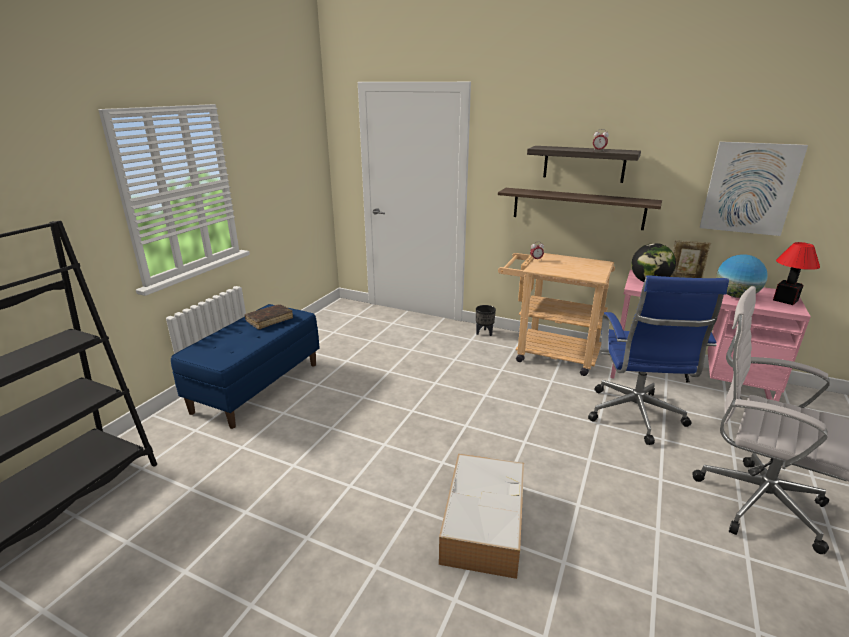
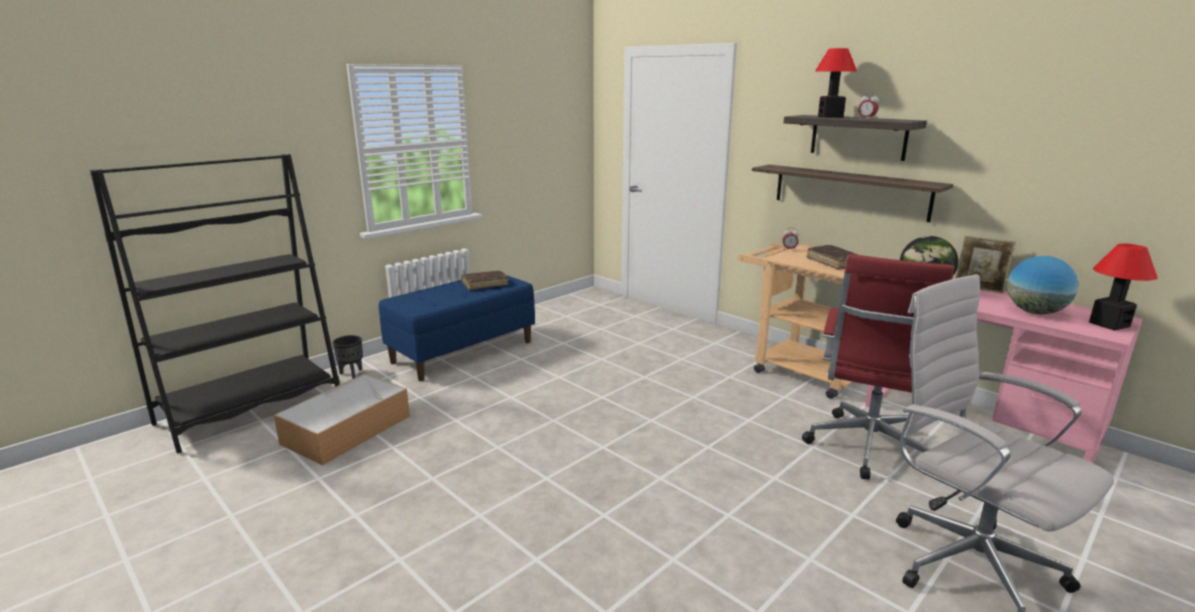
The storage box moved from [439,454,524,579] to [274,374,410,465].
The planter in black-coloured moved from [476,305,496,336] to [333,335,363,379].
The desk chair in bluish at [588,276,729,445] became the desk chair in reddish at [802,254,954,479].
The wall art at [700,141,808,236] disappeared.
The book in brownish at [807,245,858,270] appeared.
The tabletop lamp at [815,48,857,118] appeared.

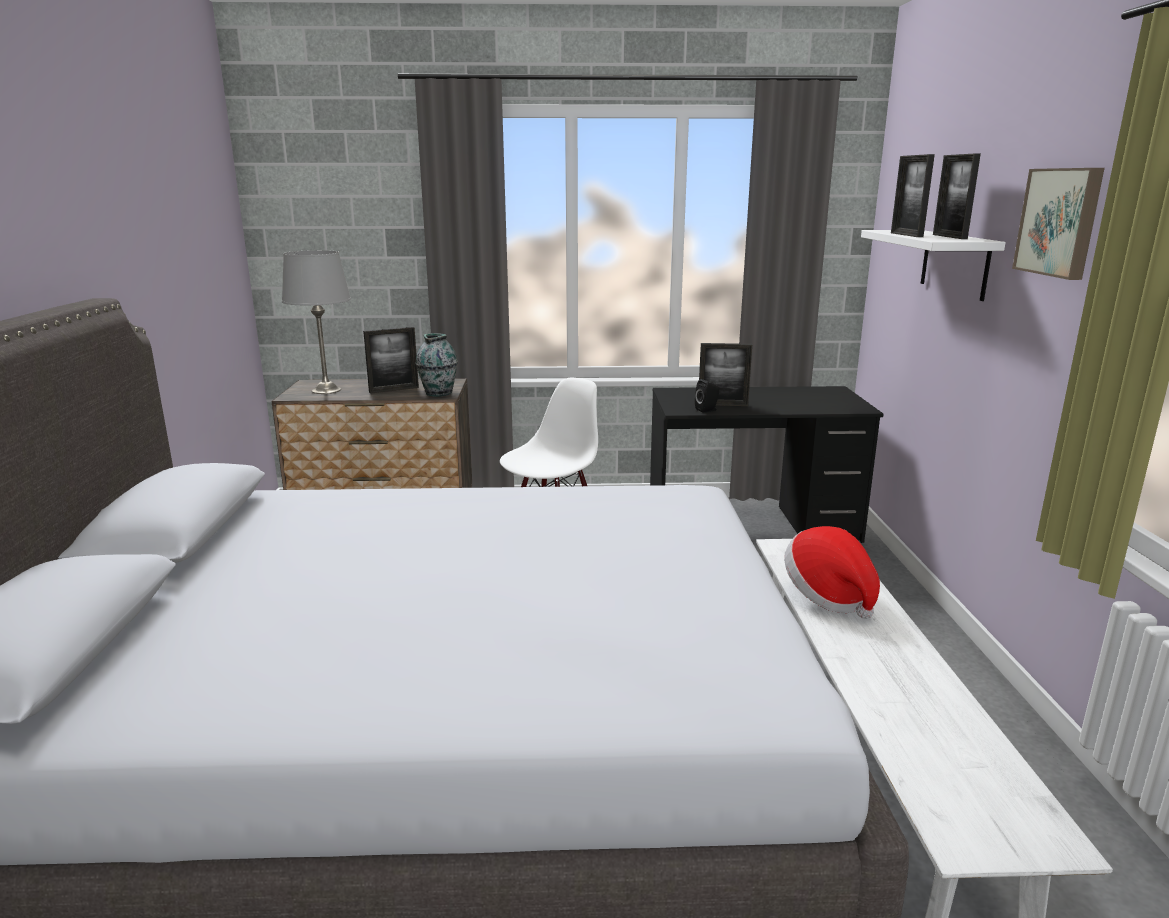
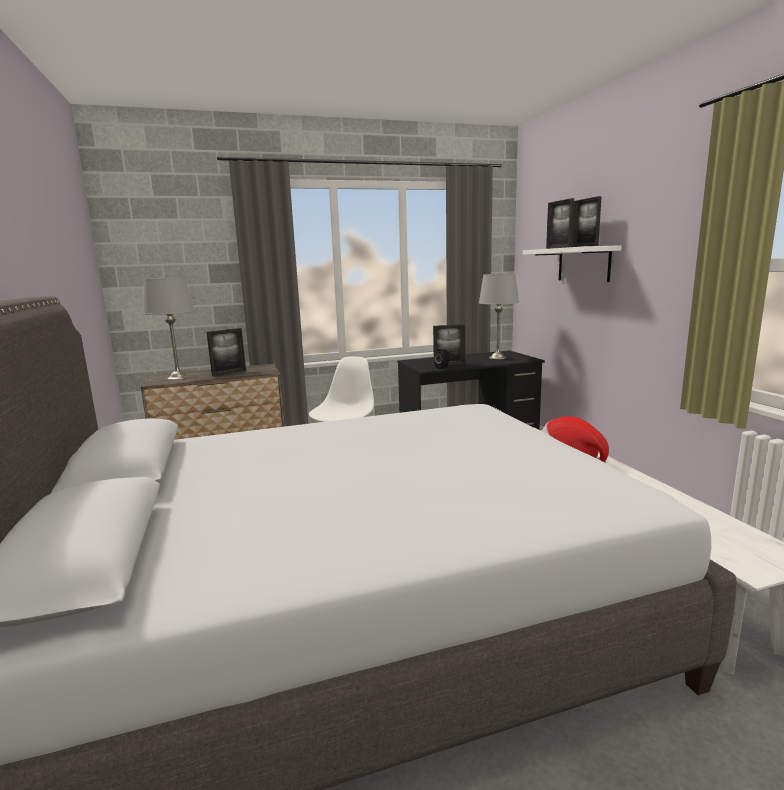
The vase at [415,333,458,397] disappeared.
The wall art at [1012,168,1105,280] disappeared.
The tabletop lamp in gray at [479,274,519,359] appeared.

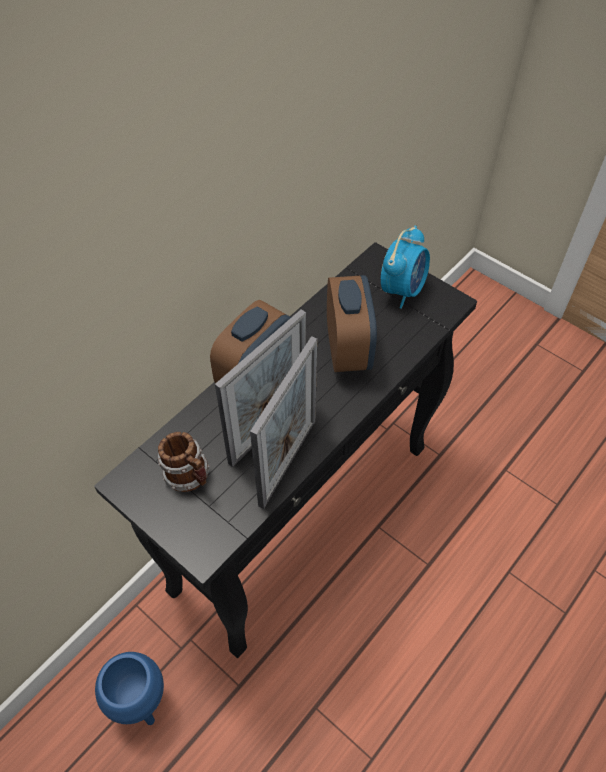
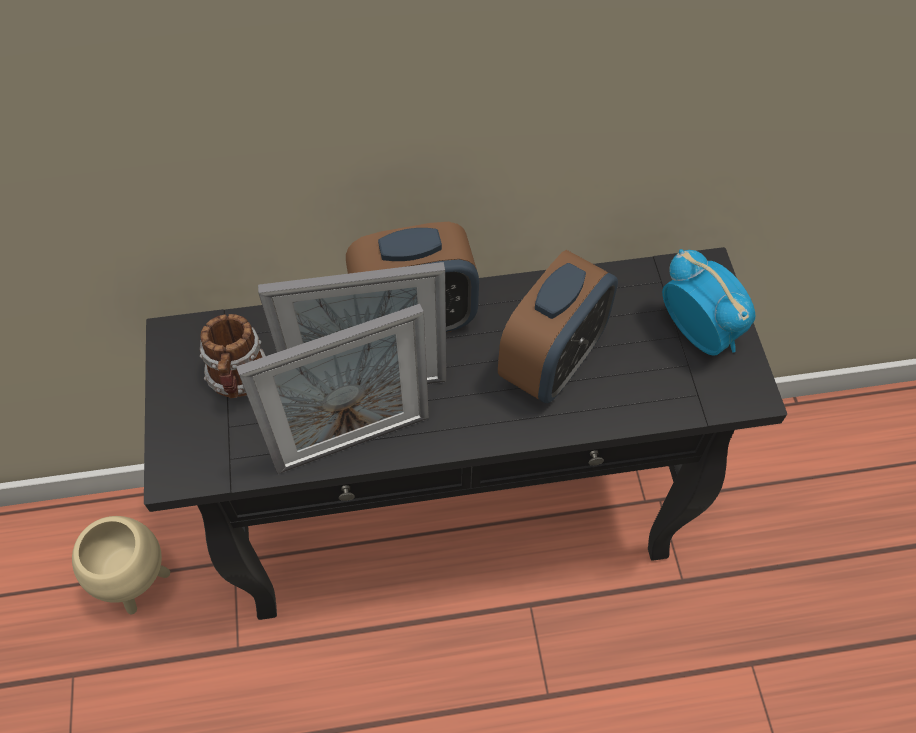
The planter in bluish at [95,652,164,725] became the planter in beige at [72,516,170,614].
The bedside clock at [381,225,430,309] turned 105 degrees counterclockwise.

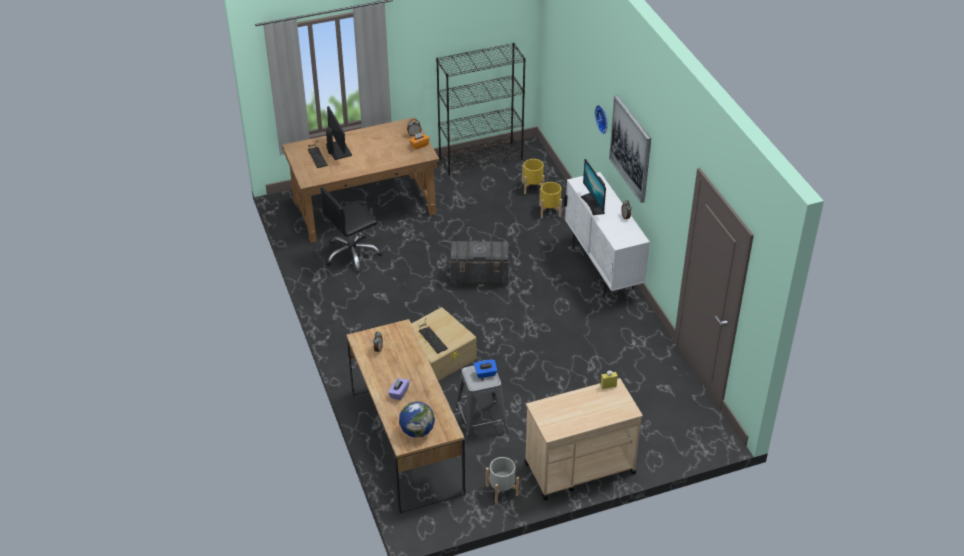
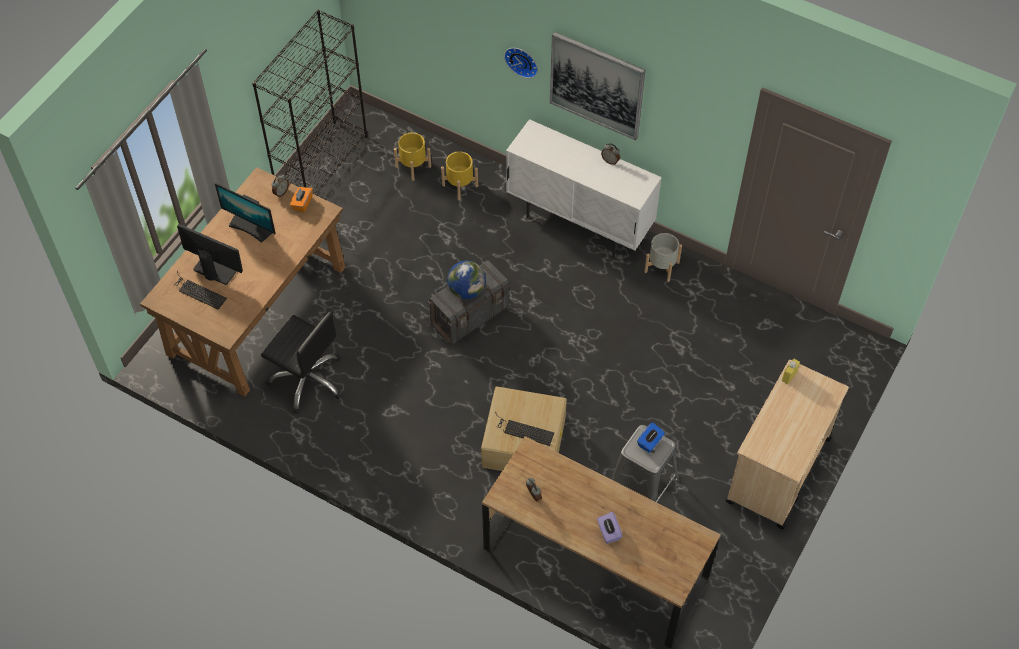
The desk chair in black-coloured at [320,187,382,273] turned 75 degrees counterclockwise.
The desk globe moved from [399,402,435,438] to [447,260,486,299].
The planter in gray moved from [486,457,519,503] to [644,233,682,282].
The computer display moved from [581,159,606,215] to [215,183,276,243].

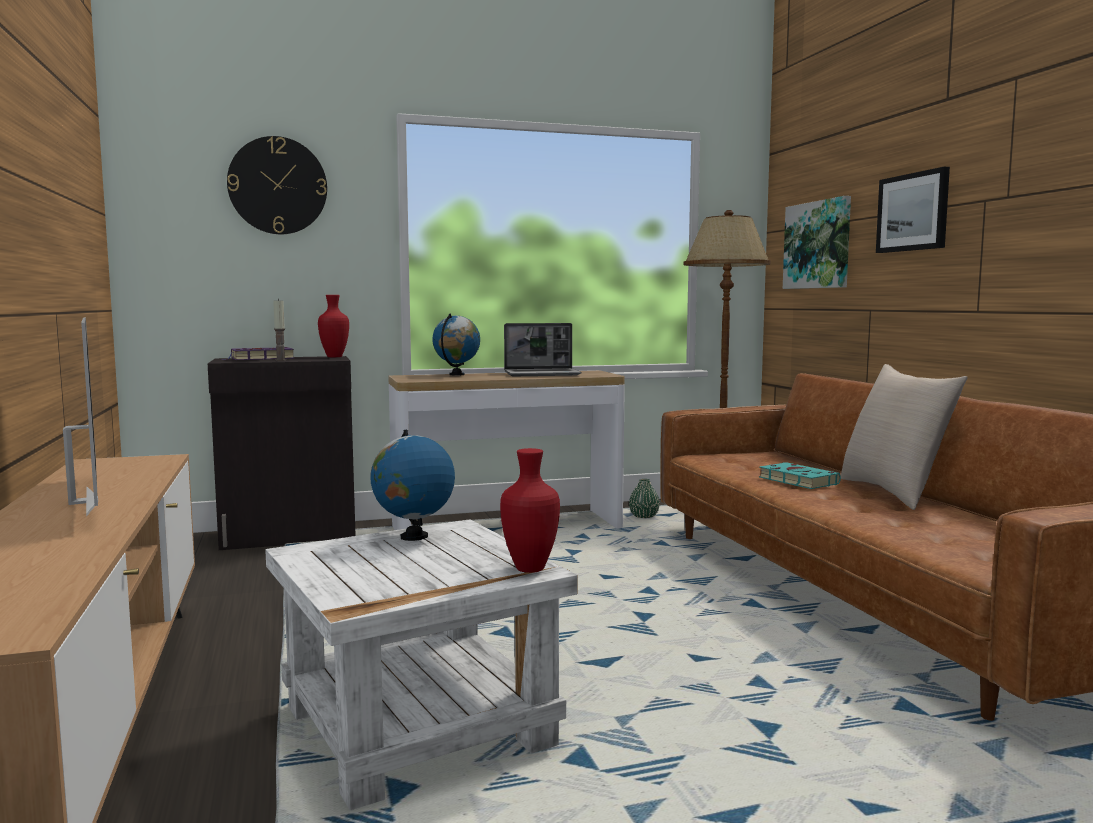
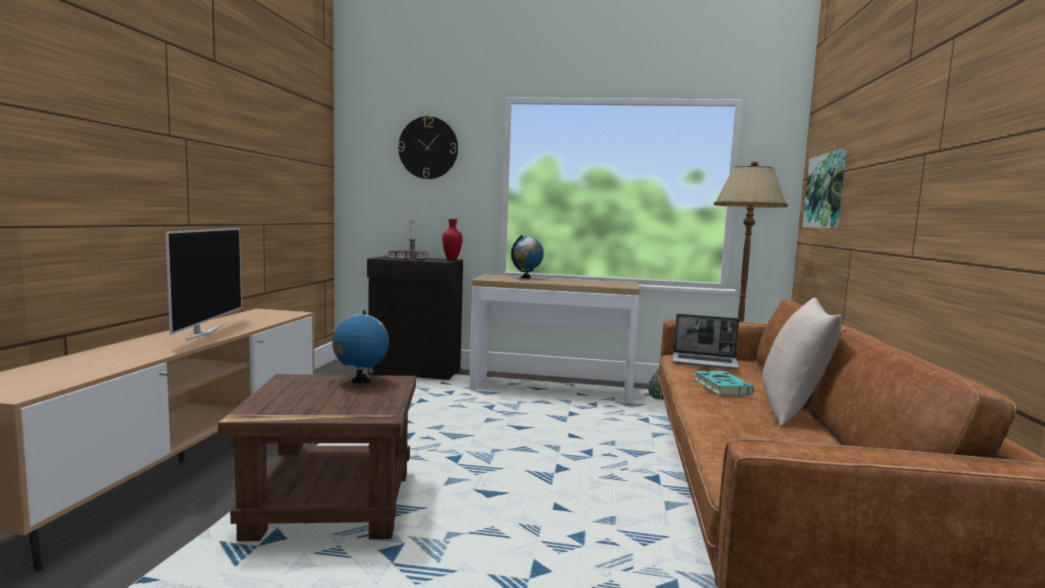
The end table in white-coloured at [265,519,578,810] became the end table in brownish at [218,374,416,541].
The vase in reddish at [500,448,560,573] disappeared.
The laptop moved from [504,323,582,376] to [672,314,739,369].
The wall art at [876,167,950,253] disappeared.

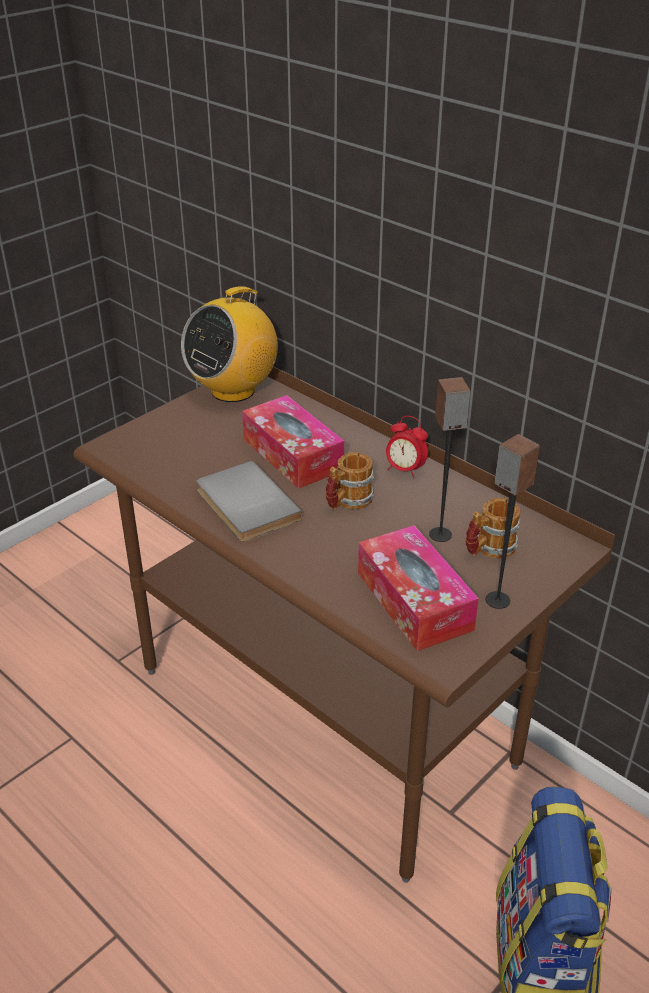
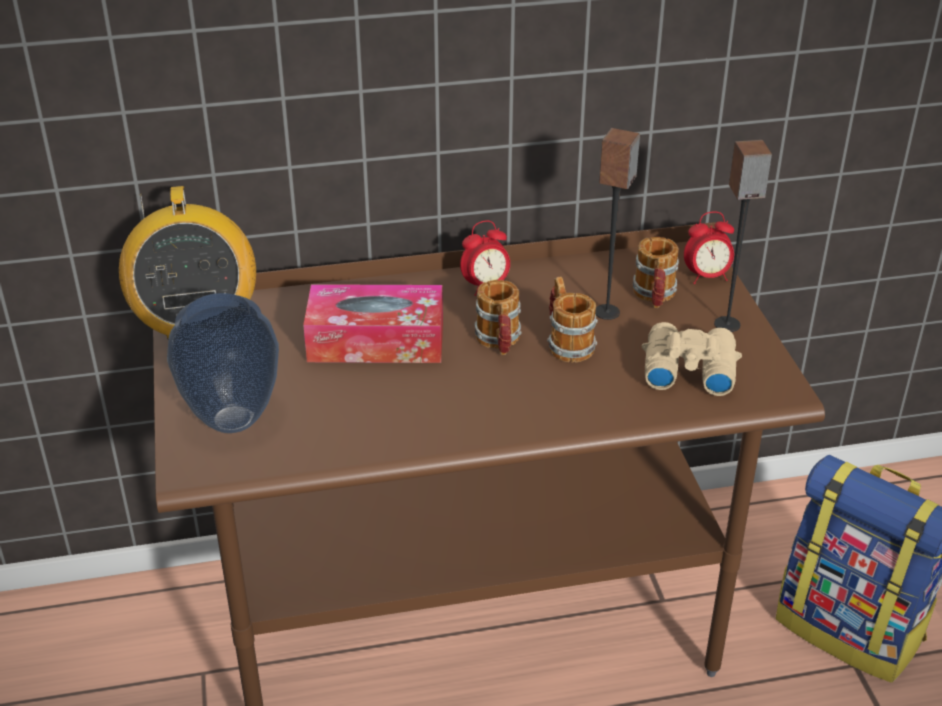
The book in gray at [197,461,302,542] disappeared.
The tissue holder at [358,525,479,651] was replaced by the binoculars in beige at [642,322,742,396].
The vase at [167,293,279,433] appeared.
The tea mug at [547,276,598,363] appeared.
The bedside clock at [684,211,734,284] appeared.

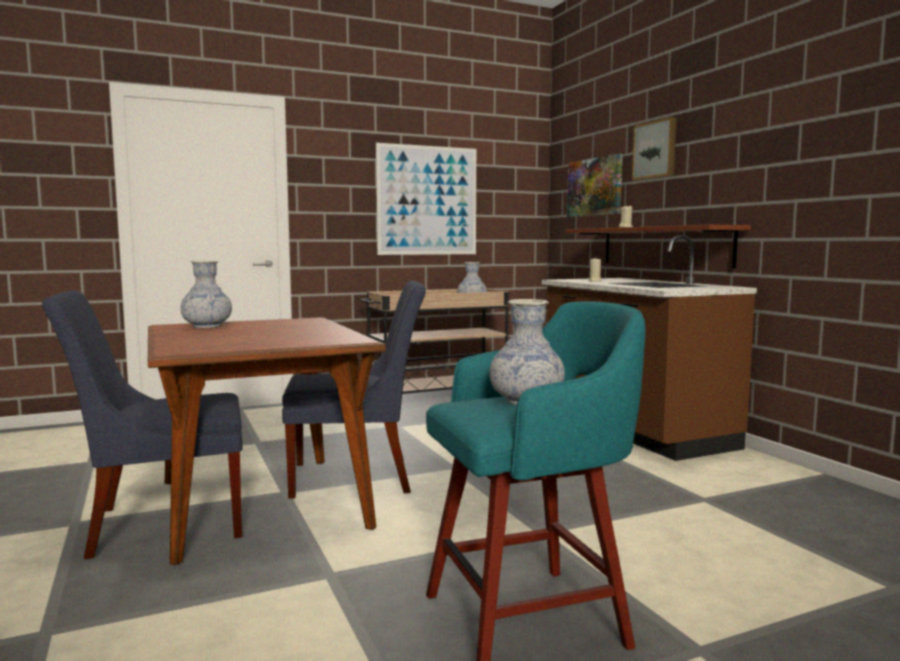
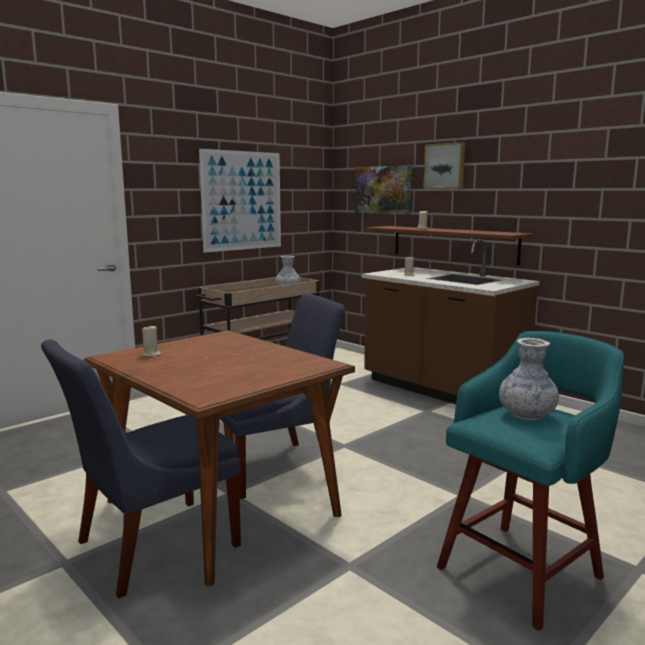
The vase at [181,260,232,328] was replaced by the candle in beige at [142,324,161,357].

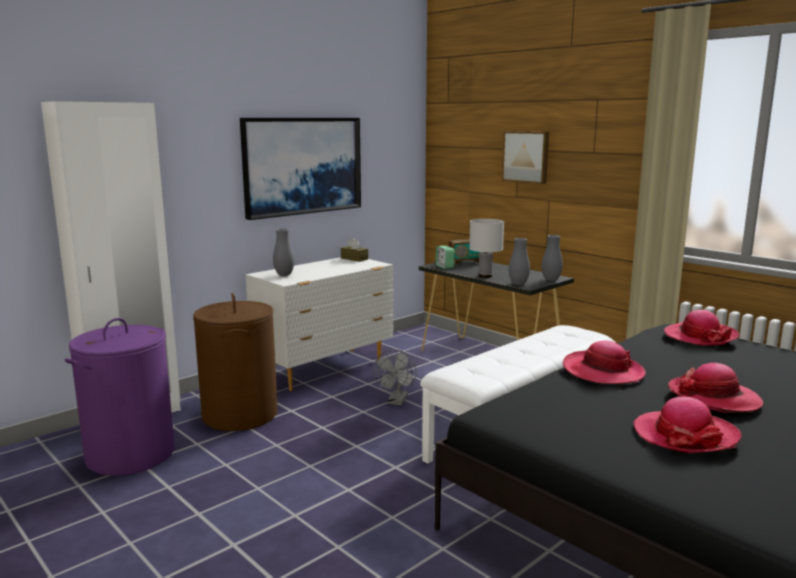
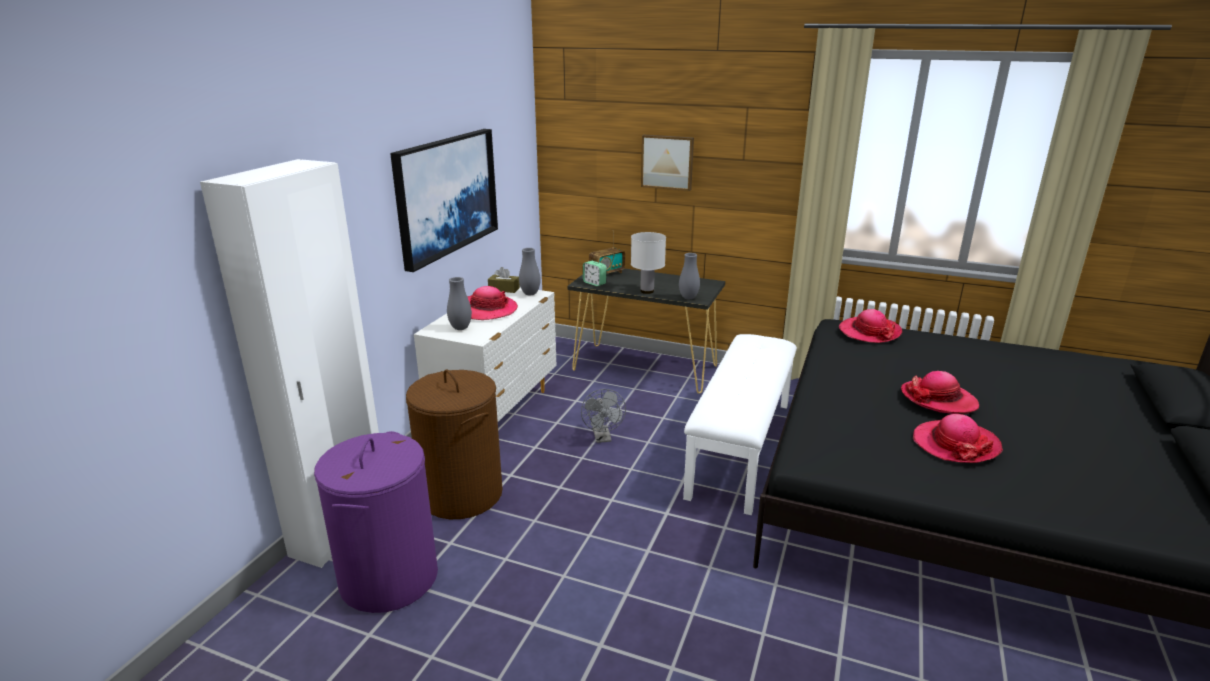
The vase in gray moved from [541,235,563,281] to [519,248,541,295].
The hat moved from [563,341,646,384] to [467,286,518,320].

